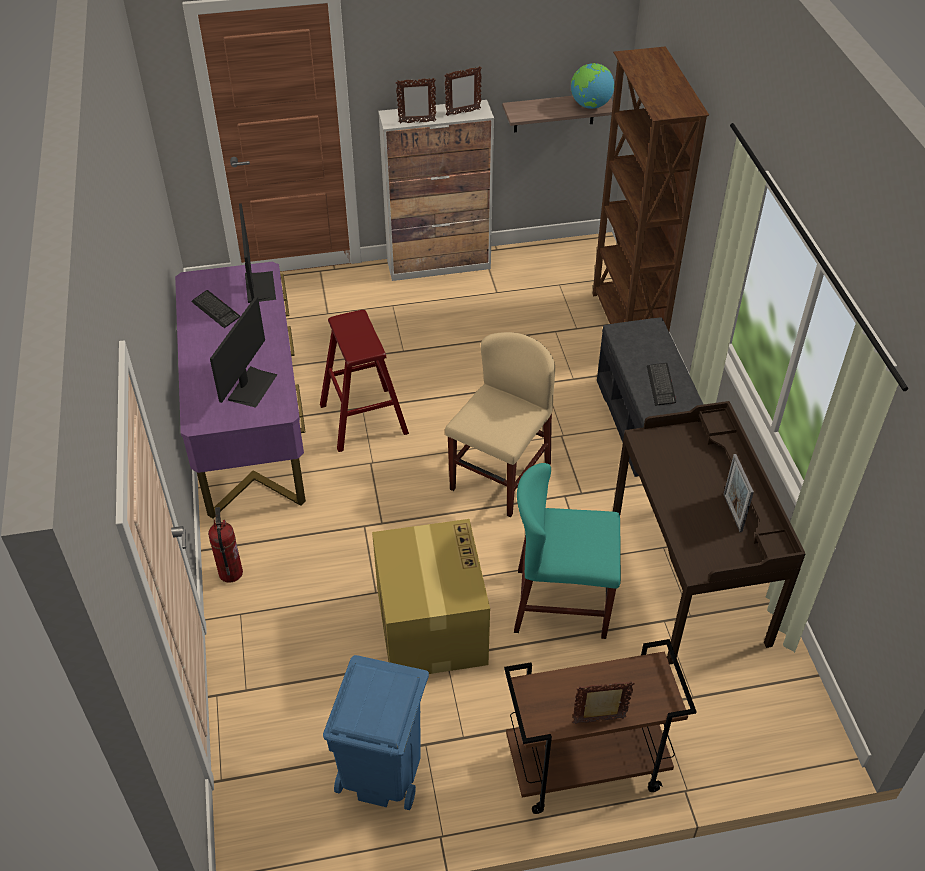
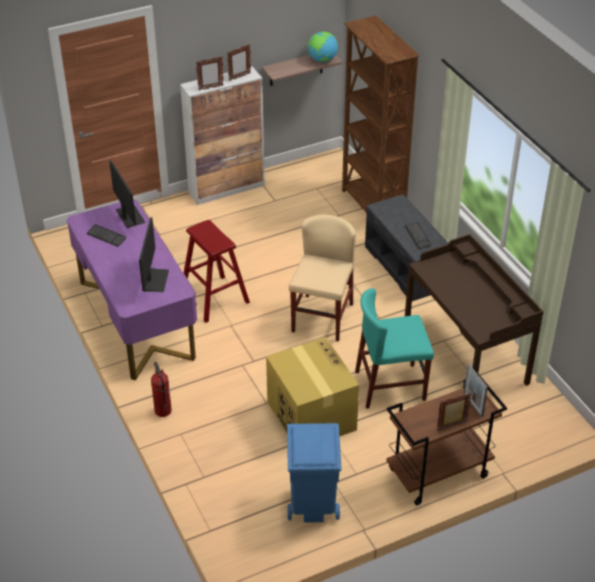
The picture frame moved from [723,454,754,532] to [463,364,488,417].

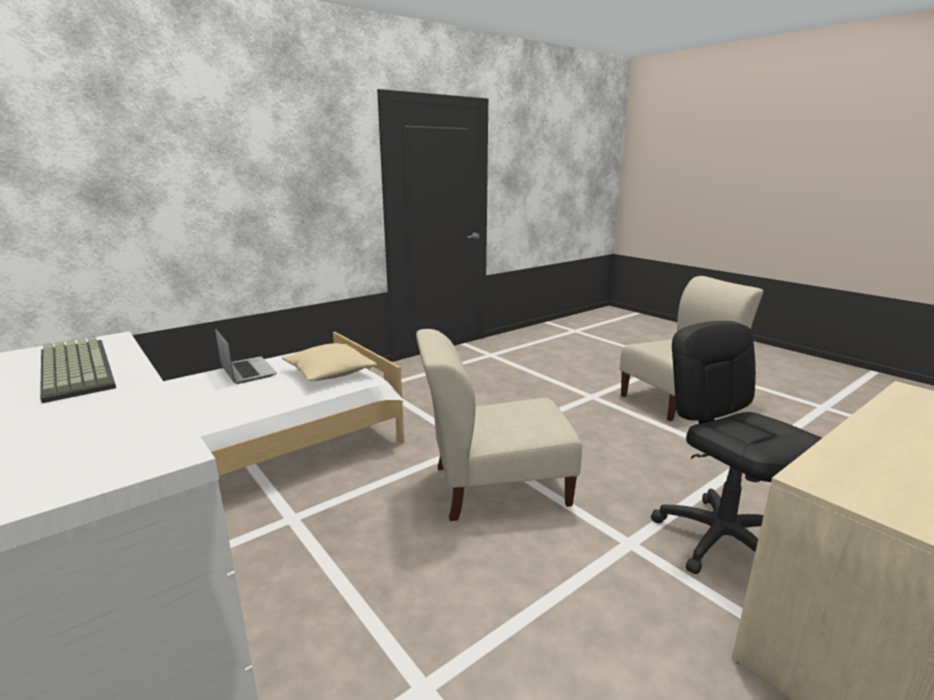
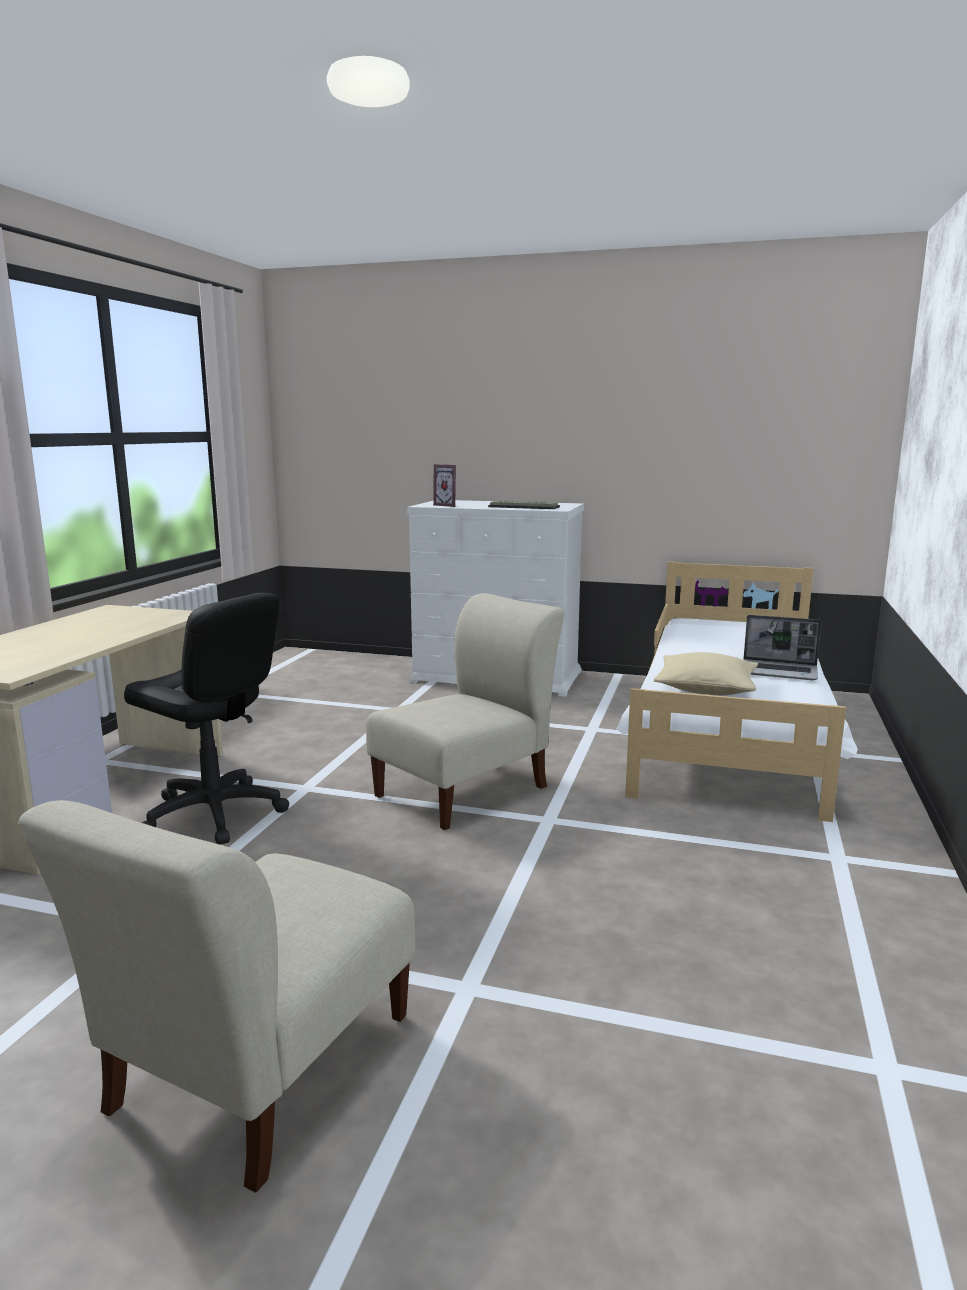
The picture frame at [433,464,456,507] appeared.

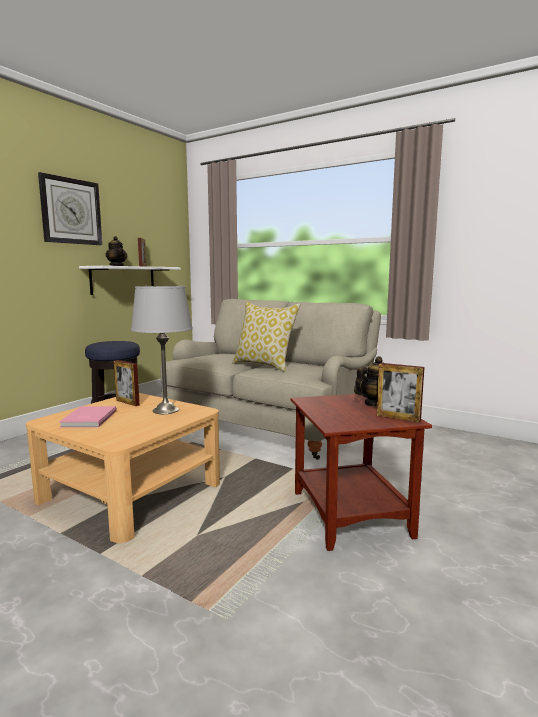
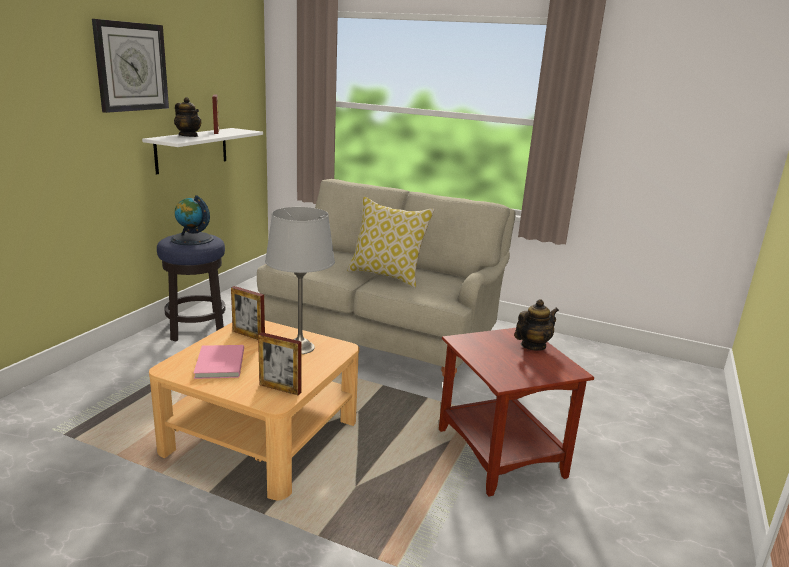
The picture frame moved from [376,363,424,423] to [258,332,301,395].
The desk globe at [171,195,213,245] appeared.

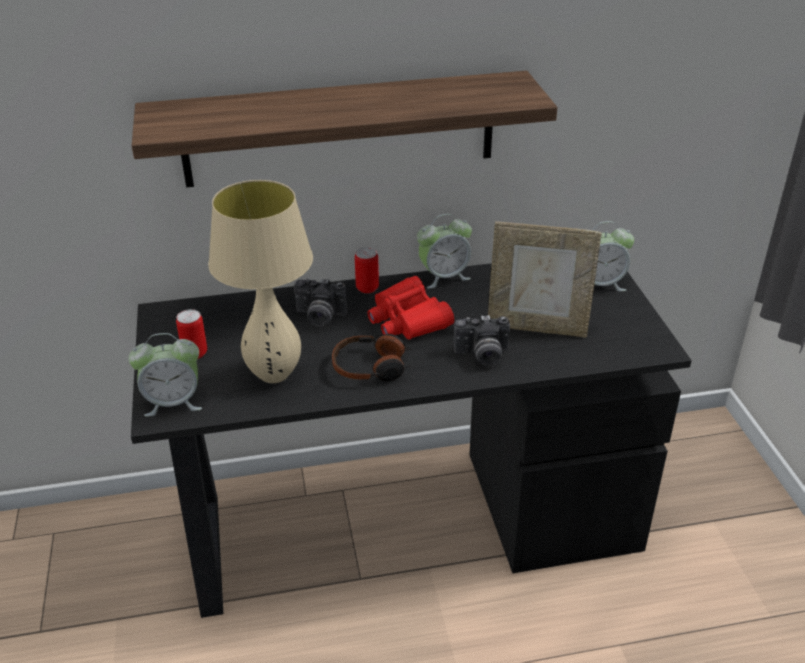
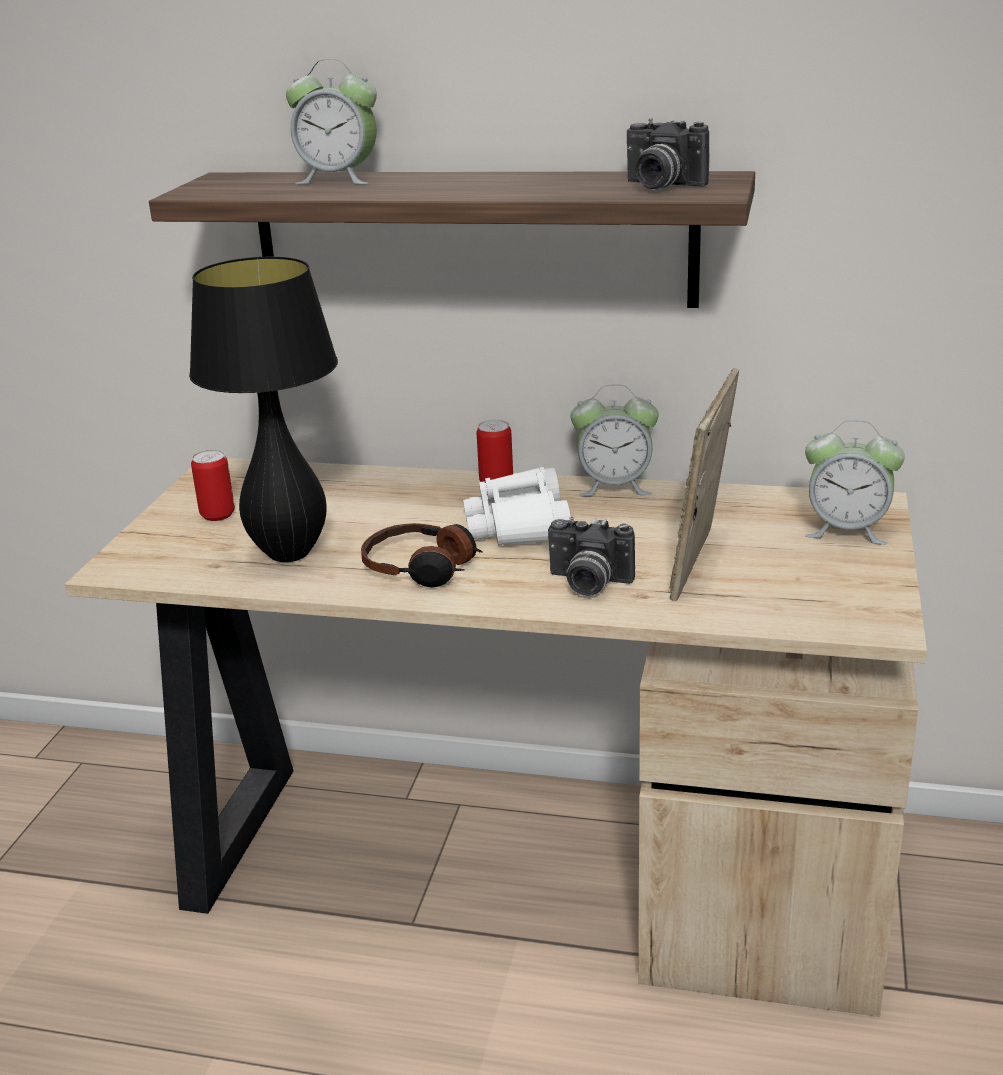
The bedside clock moved from [128,333,202,417] to [286,59,377,185].
The desk unit in black-coloured at [131,263,692,618] became the desk unit in beige at [65,458,927,1017].
The tabletop lamp in beige at [208,180,313,383] became the tabletop lamp in black-coloured at [189,257,338,562].
The still camera moved from [294,278,348,327] to [627,119,710,190].
The binoculars in reddish at [367,276,454,340] became the binoculars in white-coloured at [463,467,571,546].
The picture frame at [488,221,602,338] turned 75 degrees clockwise.

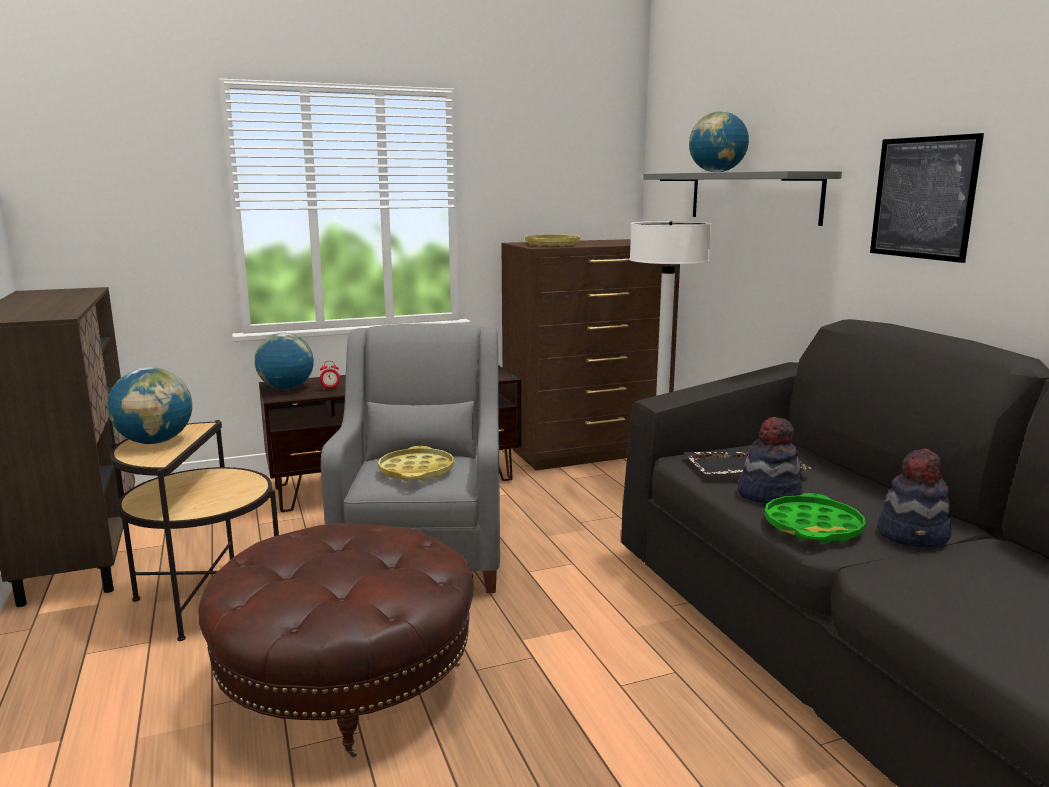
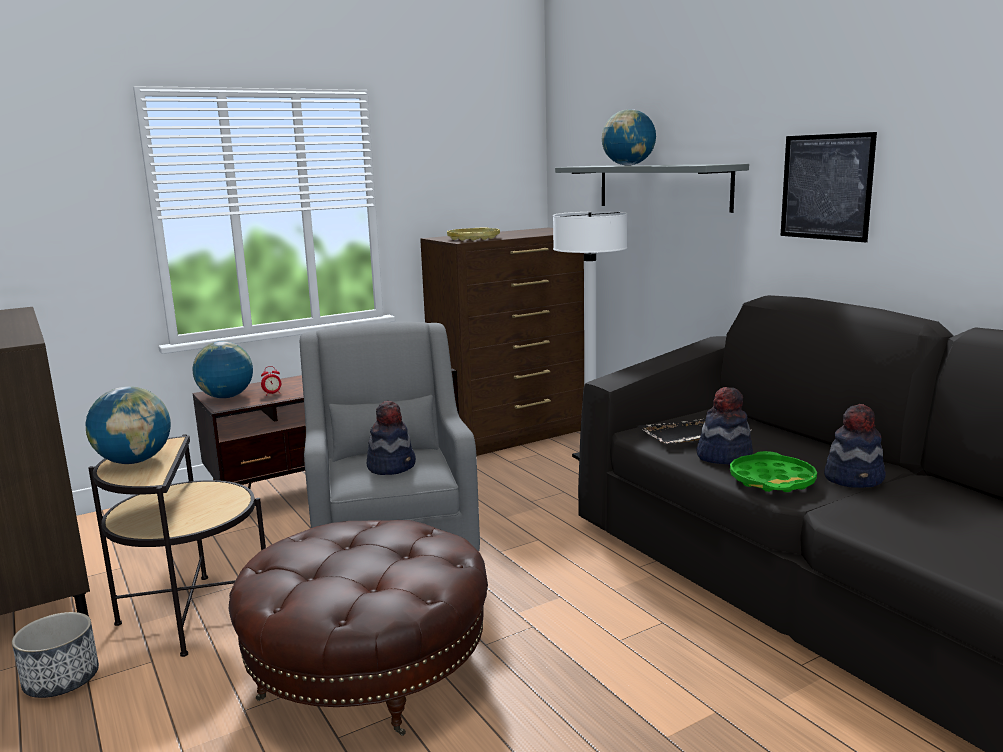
The carrying tray in yellow at [378,446,454,481] was replaced by the hat at [366,401,416,475].
The planter at [12,612,99,698] appeared.

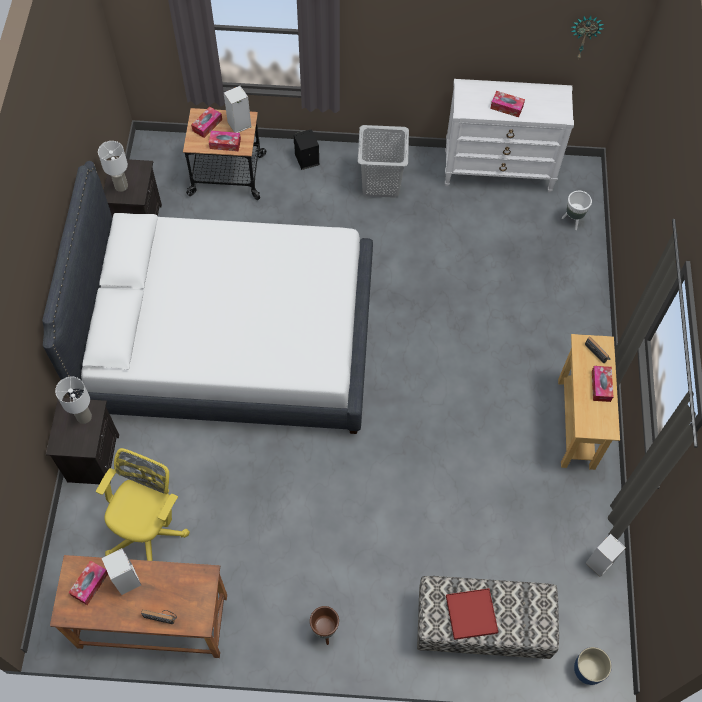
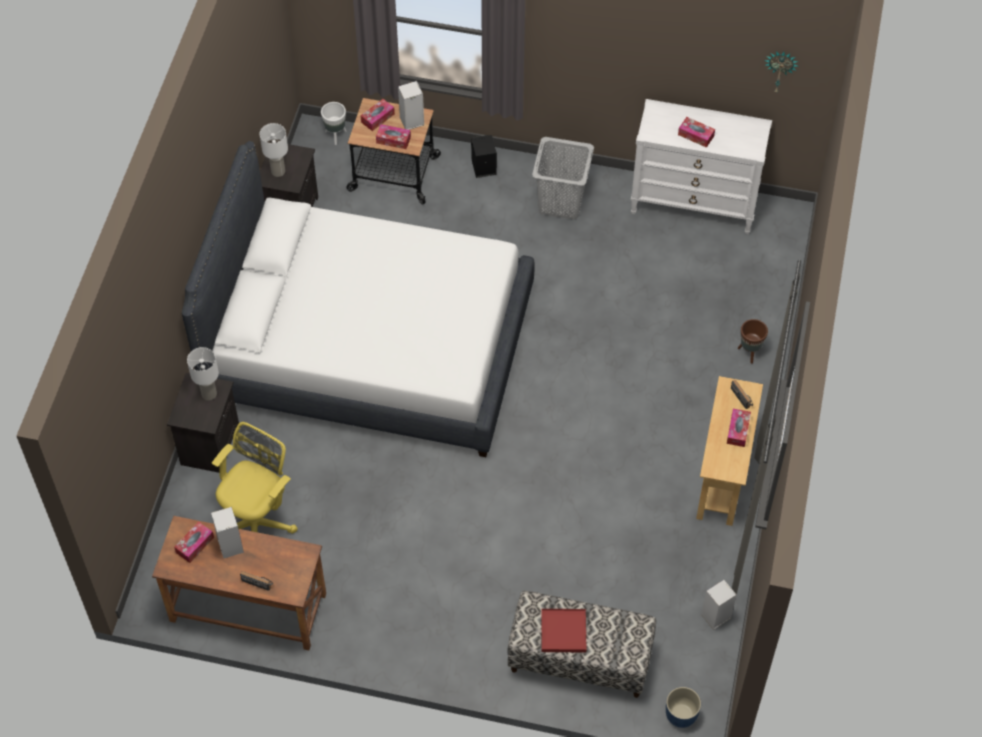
The planter in brownish moved from [310,606,339,645] to [738,319,768,364].
The planter in white-coloured moved from [562,191,592,230] to [321,102,346,145].

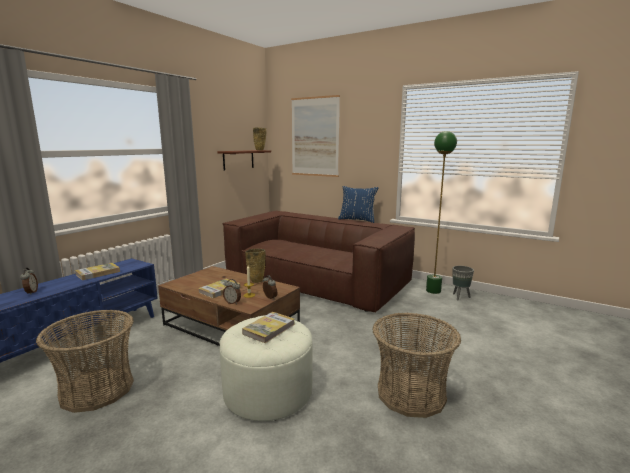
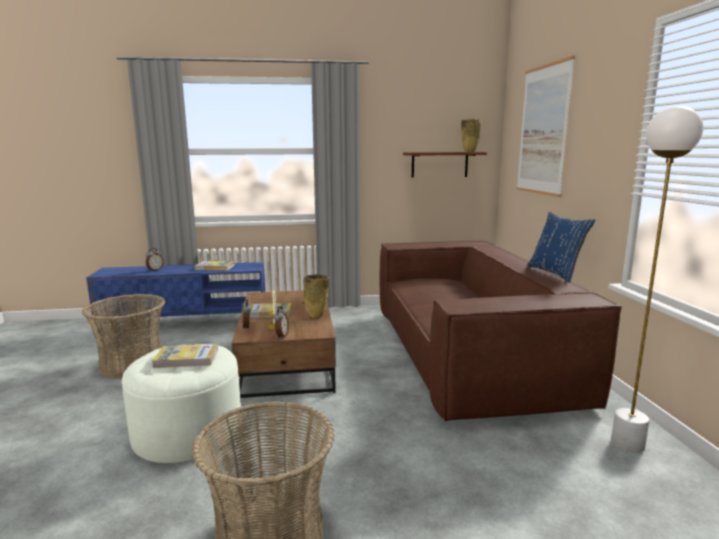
The standing lamp in greenish at [426,131,457,294] became the standing lamp in white-coloured at [611,106,704,453].
The planter in gray at [452,266,474,301] disappeared.

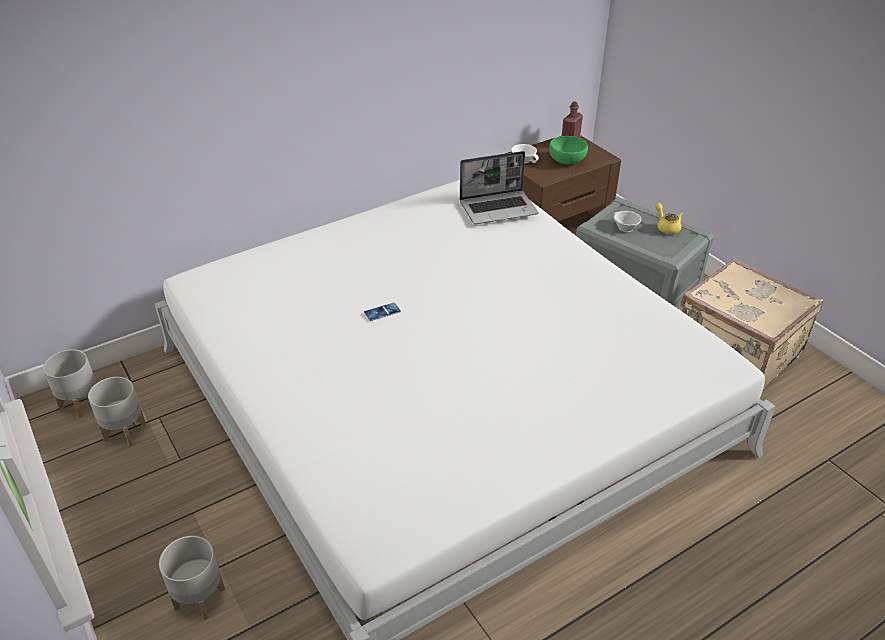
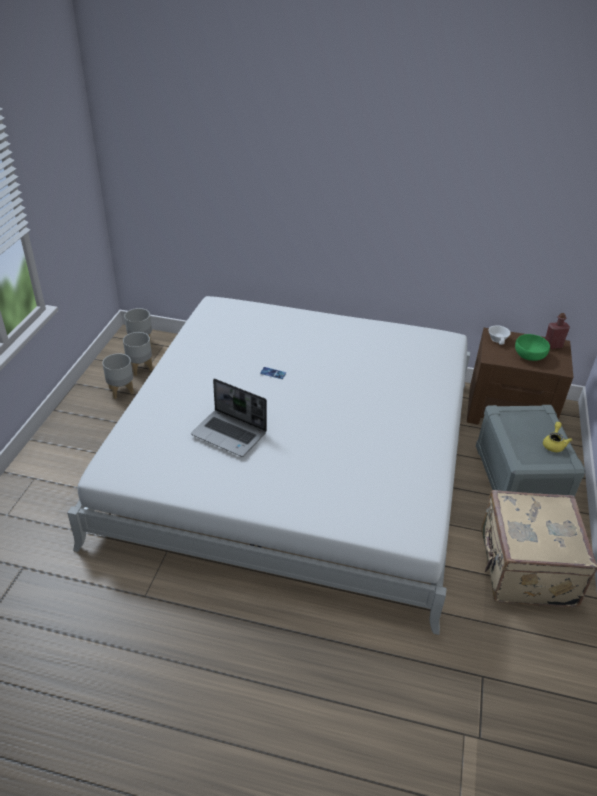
The planter in gray moved from [159,536,225,620] to [102,353,134,399].
The laptop moved from [460,151,538,224] to [191,379,267,457].
The small cup in white-coloured at [612,211,641,232] disappeared.

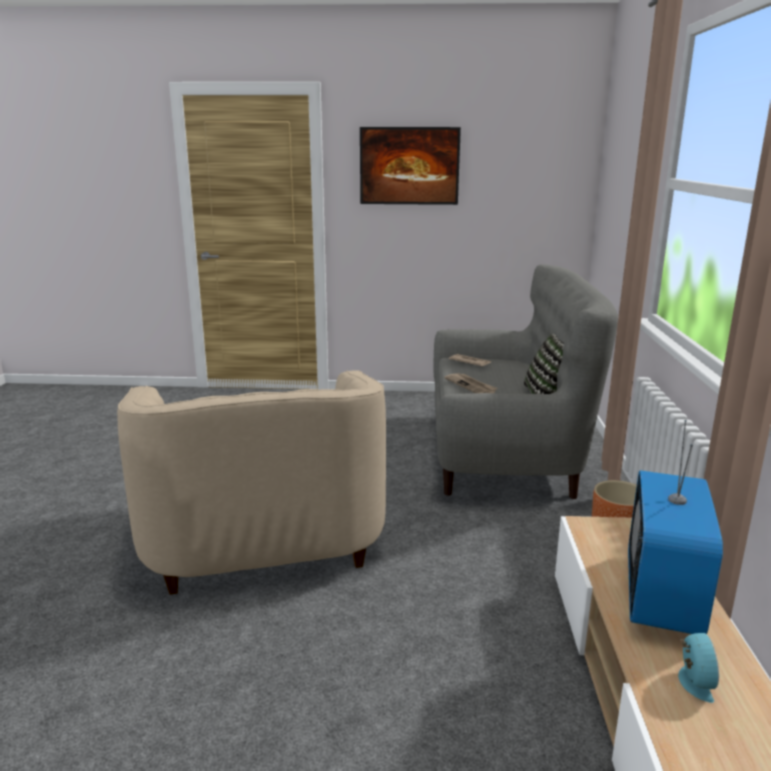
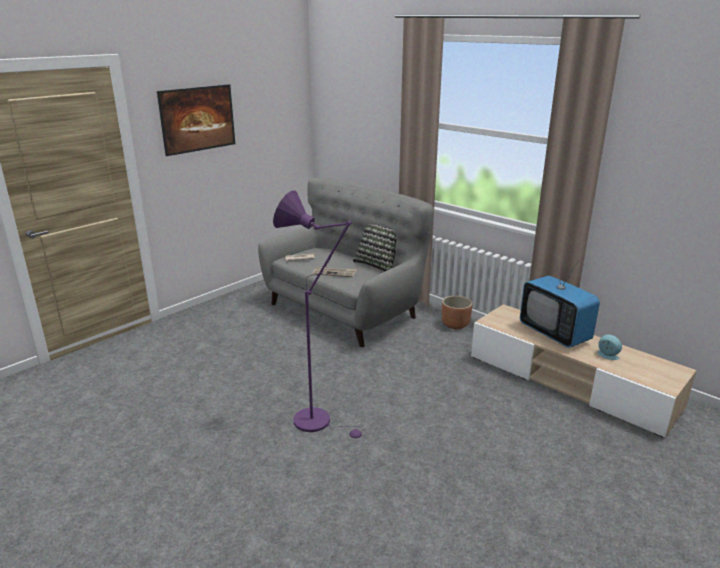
The armchair in beige at [117,370,386,595] was replaced by the standing lamp in purplish at [273,190,367,438].

